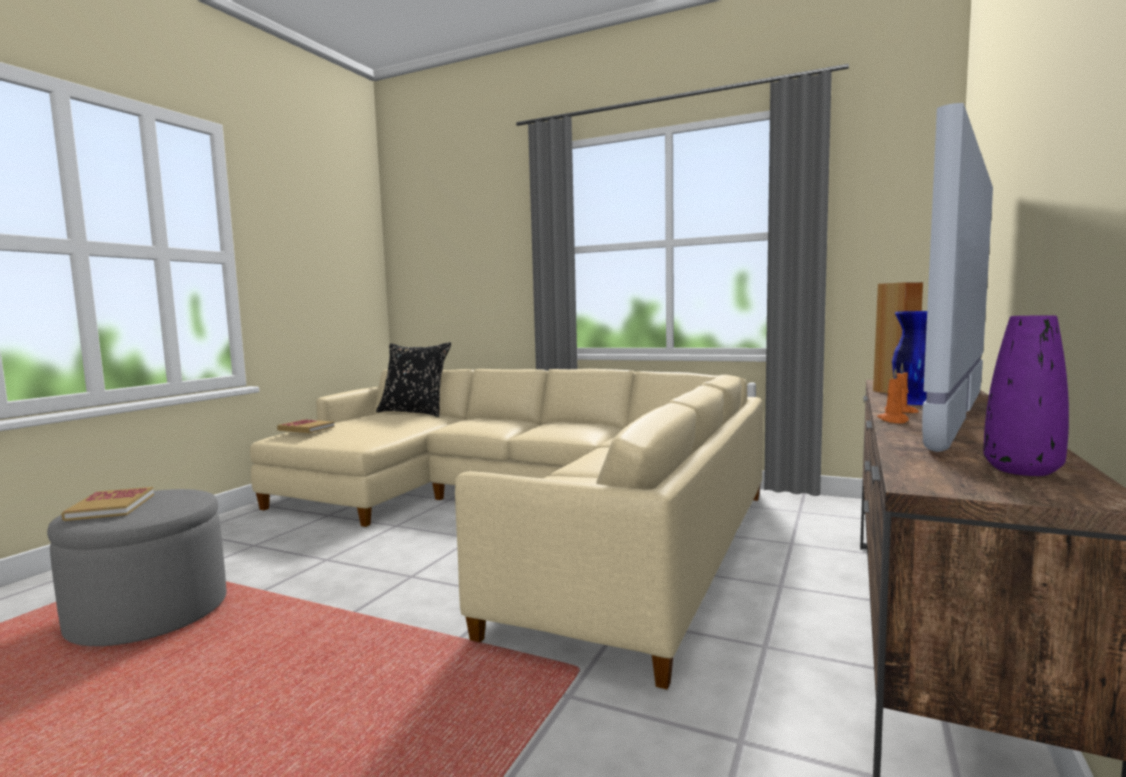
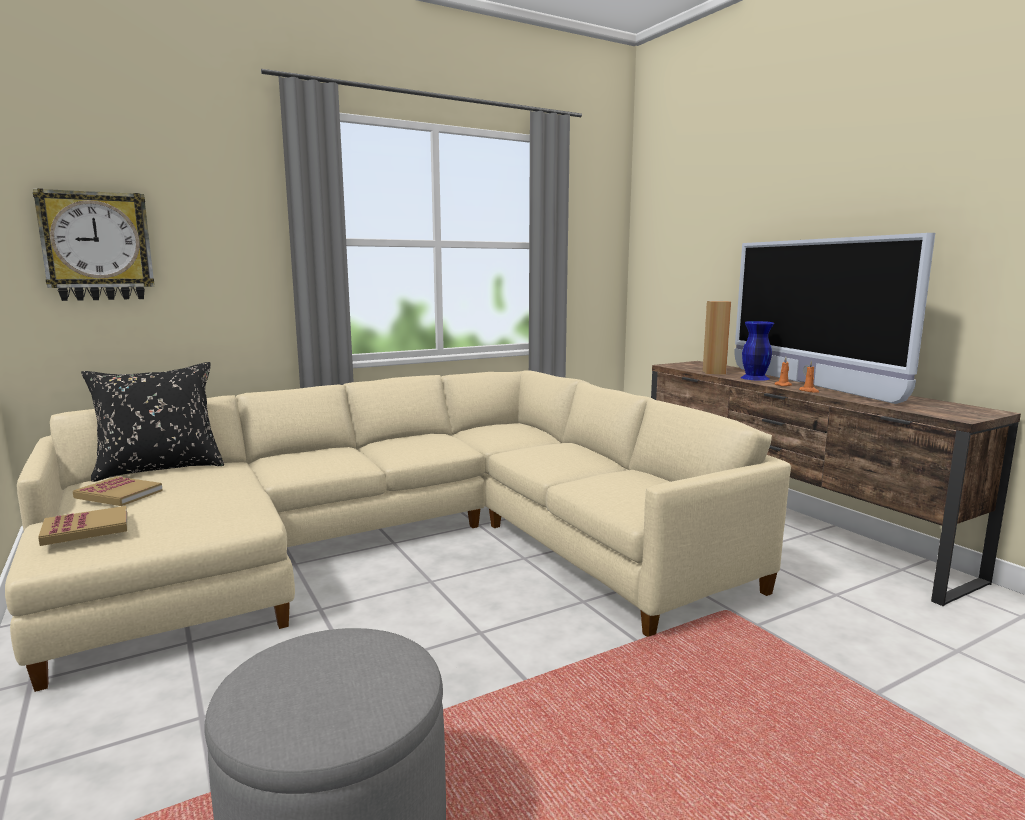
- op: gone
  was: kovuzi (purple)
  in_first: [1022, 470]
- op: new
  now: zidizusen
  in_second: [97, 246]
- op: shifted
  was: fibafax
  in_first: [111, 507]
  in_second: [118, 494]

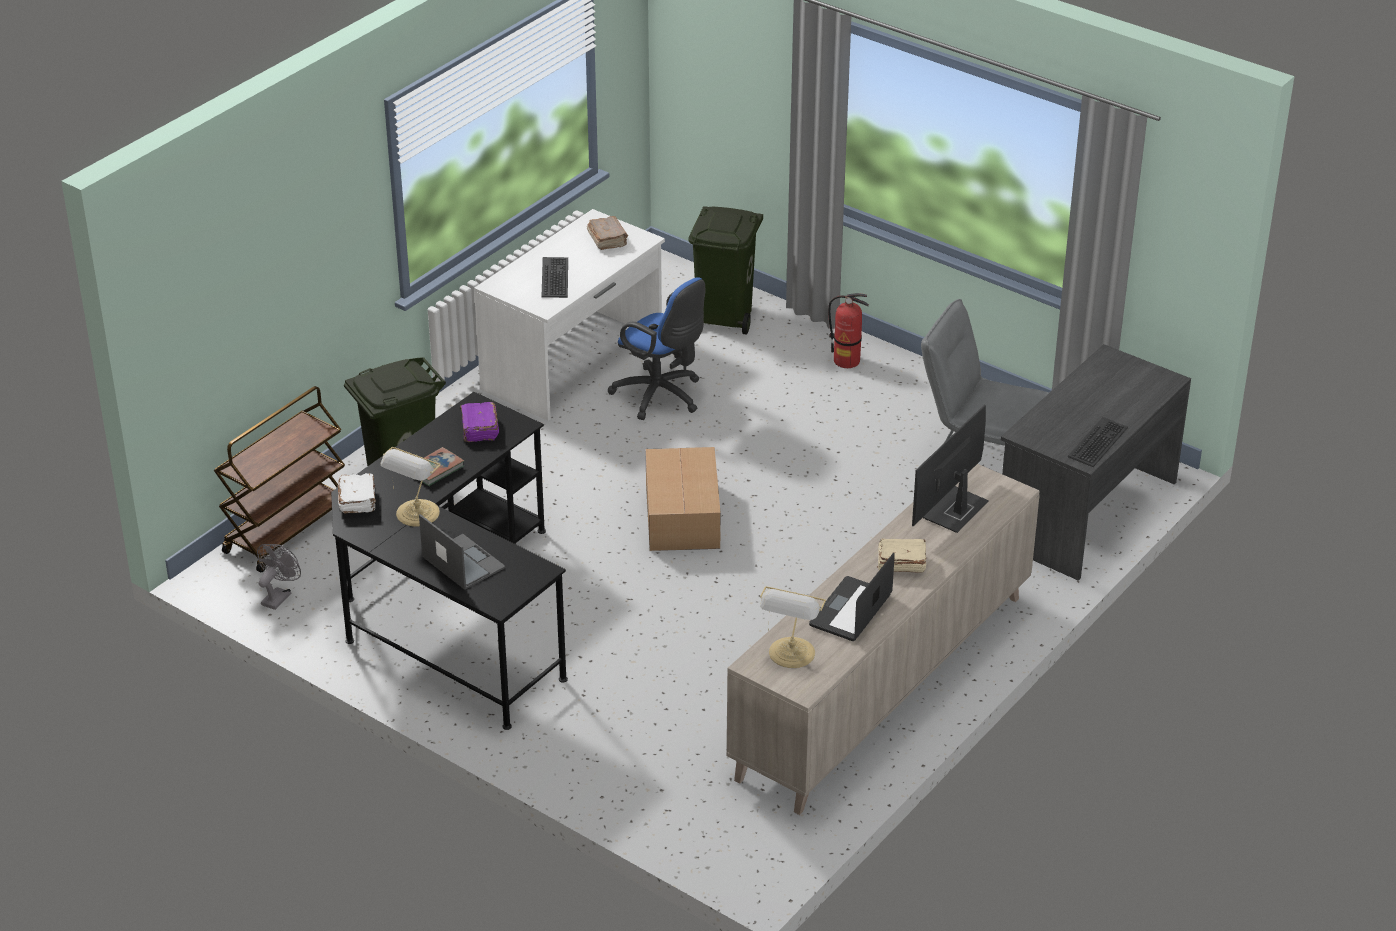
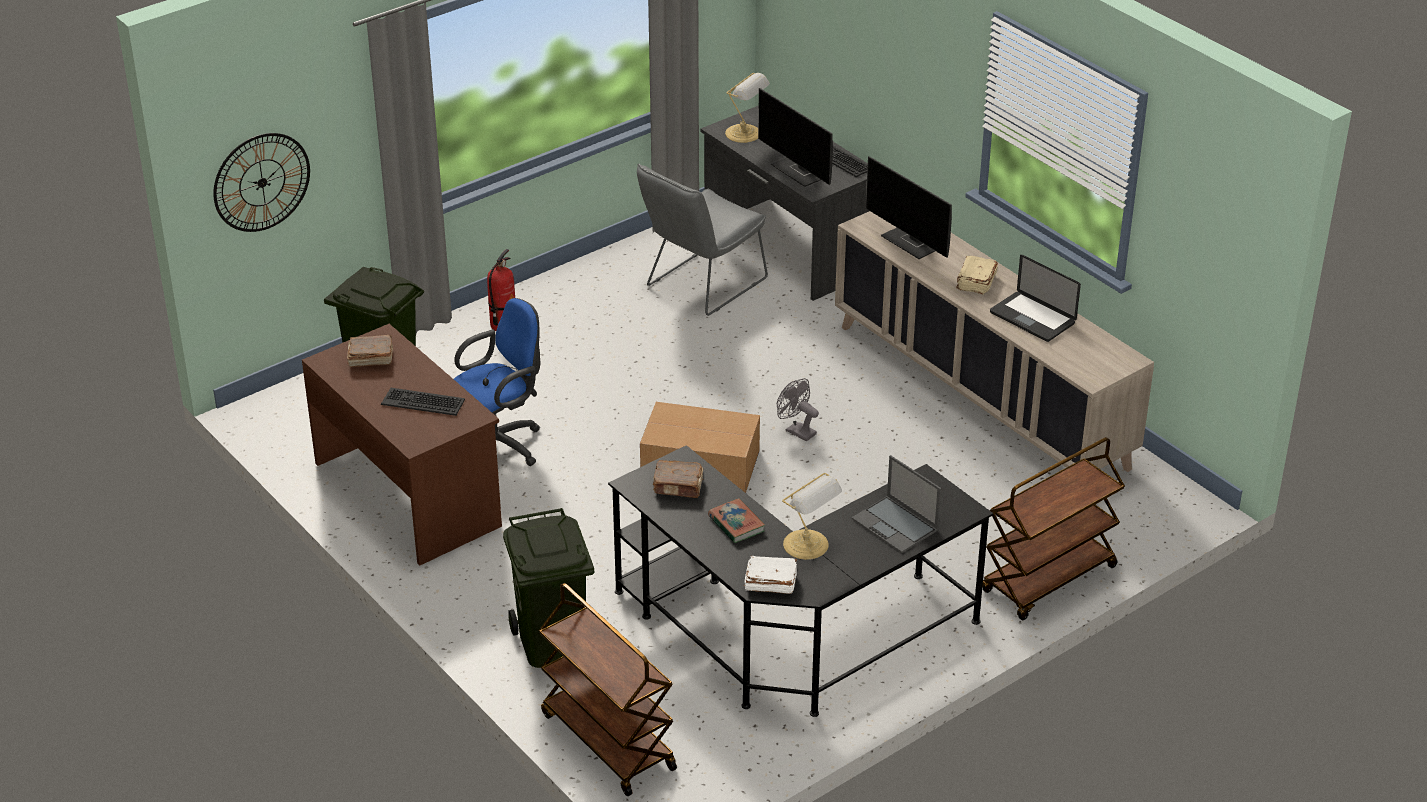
- op: new
  now: zidizusen
  in_second: [262, 182]
- op: new
  now: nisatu
  in_second: [801, 172]
- op: new
  now: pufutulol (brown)
  in_second: [1049, 580]
- op: shifted
  was: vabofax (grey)
  in_first: [279, 596]
  in_second: [796, 431]
- op: shifted
  was: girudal
  in_first: [791, 654]
  in_second: [745, 134]
- op: repainted
  was: fibafax (purple)
  now: fibafax (brown)
  in_first: [479, 429]
  in_second: [678, 487]
- op: repainted
  was: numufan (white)
  now: numufan (brown)
  in_first: [574, 363]
  in_second: [409, 493]
- op: rotated
  was: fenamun
  in_first: [462, 562]
  in_second: [896, 525]
  clockwise: -105

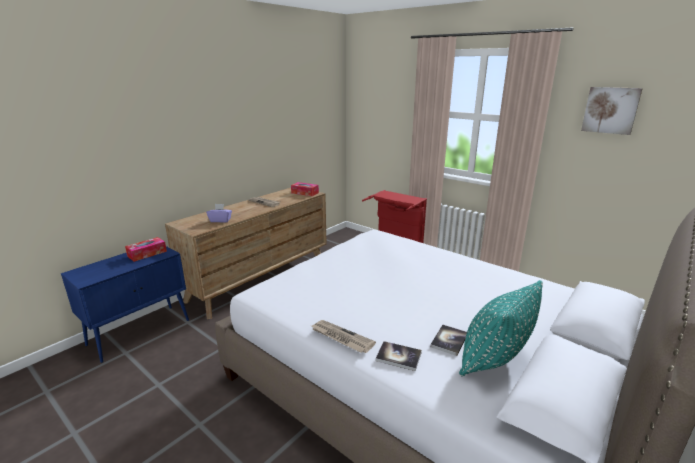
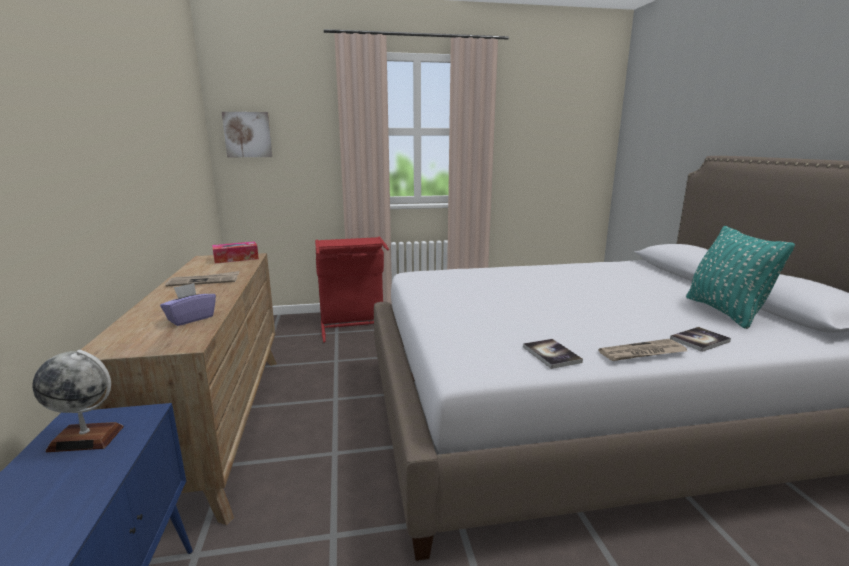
- op: shifted
  was: fibafax
  in_first: [449, 340]
  in_second: [551, 354]
- op: shifted
  was: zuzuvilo
  in_first: [610, 110]
  in_second: [248, 134]
- op: swapped
  was: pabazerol
  now: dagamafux
  in_first: [147, 253]
  in_second: [86, 438]

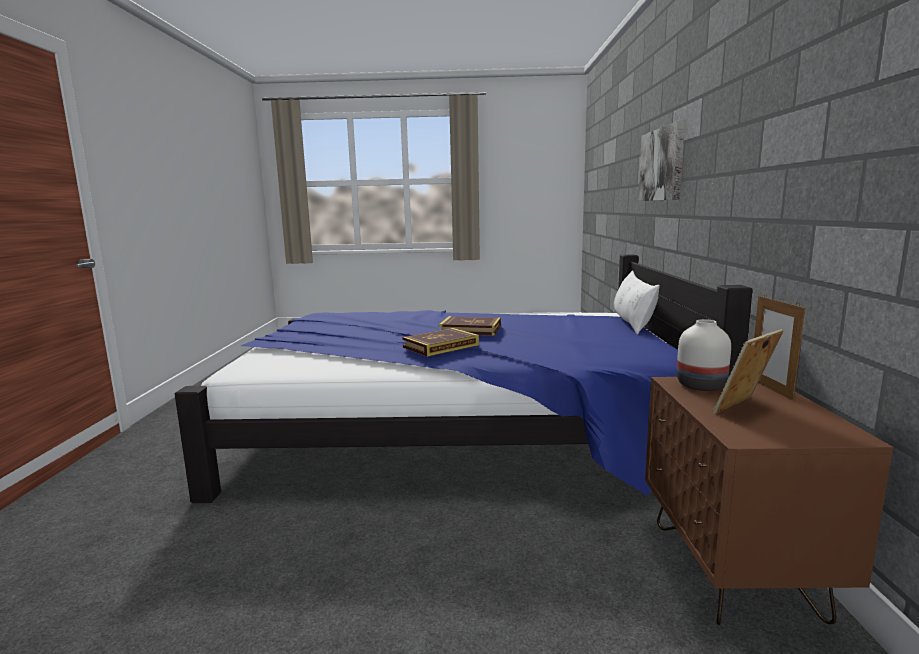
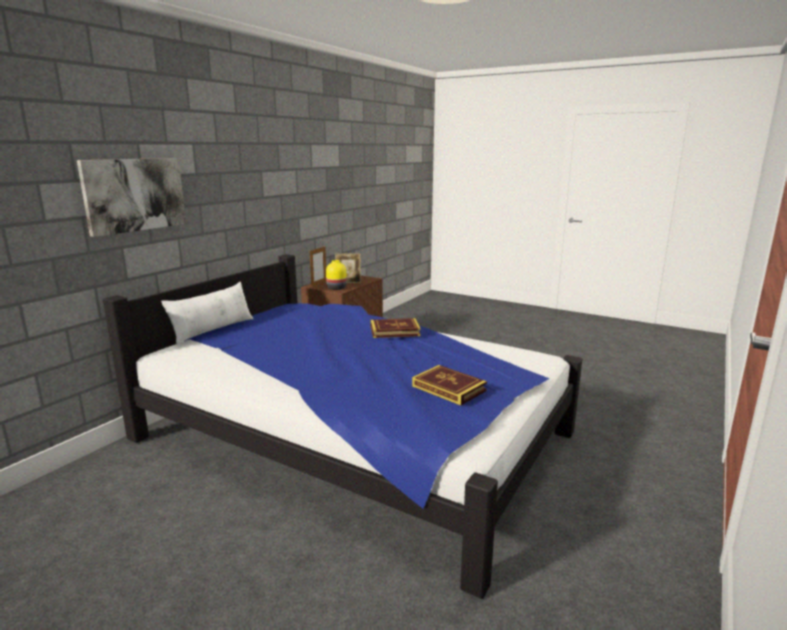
- op: shifted
  was: fibafax
  in_first: [470, 330]
  in_second: [448, 388]
- op: repainted
  was: kovuzi (white)
  now: kovuzi (yellow)
  in_first: [702, 385]
  in_second: [336, 288]

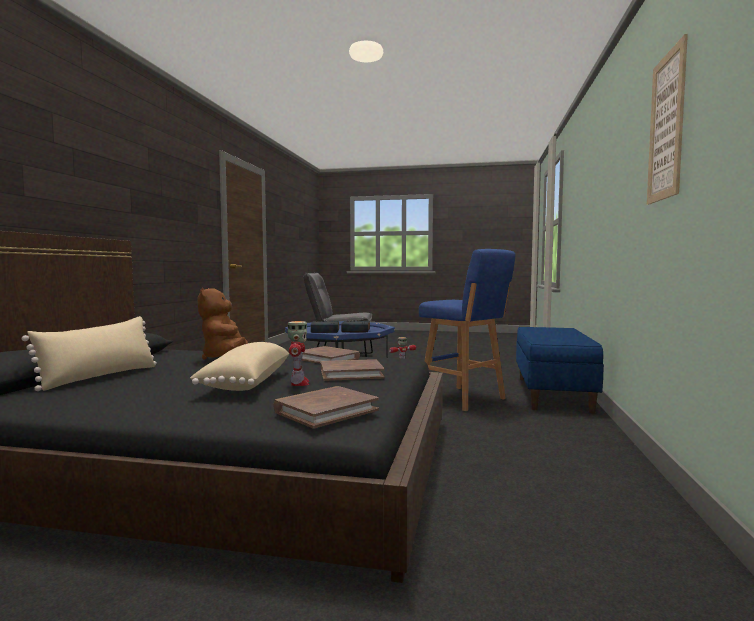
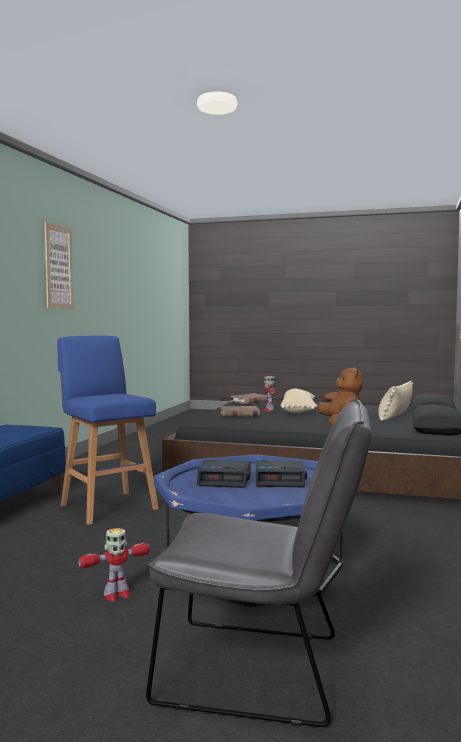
- op: gone
  was: fibafax (brown)
  in_first: [328, 359]

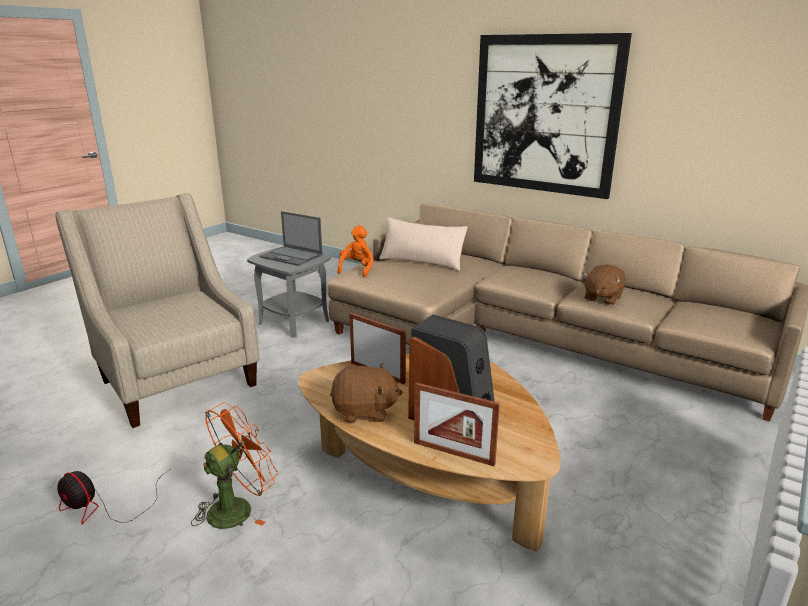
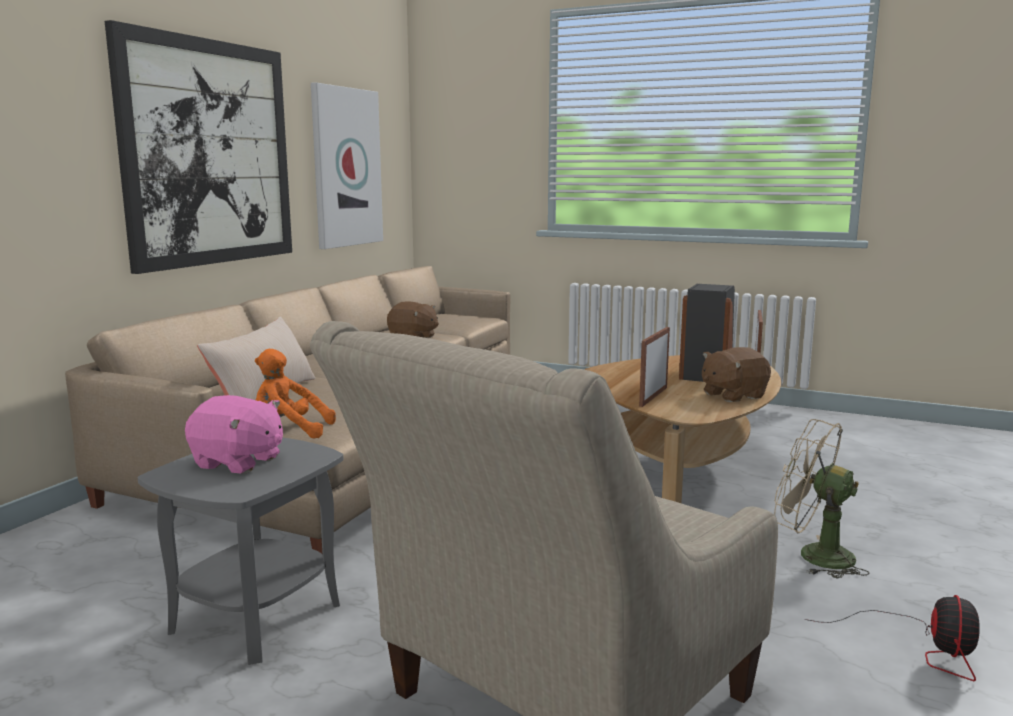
- op: new
  now: zuzuvilo
  in_second: [346, 167]
- op: swapped
  was: fenamun
  now: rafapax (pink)
  in_first: [292, 256]
  in_second: [238, 462]
- op: repainted
  was: vabofax (orange)
  now: vabofax (beige)
  in_first: [237, 507]
  in_second: [813, 555]
- op: rotated
  was: rafapax (brown)
  in_first: [364, 411]
  in_second: [732, 395]
  clockwise: -105

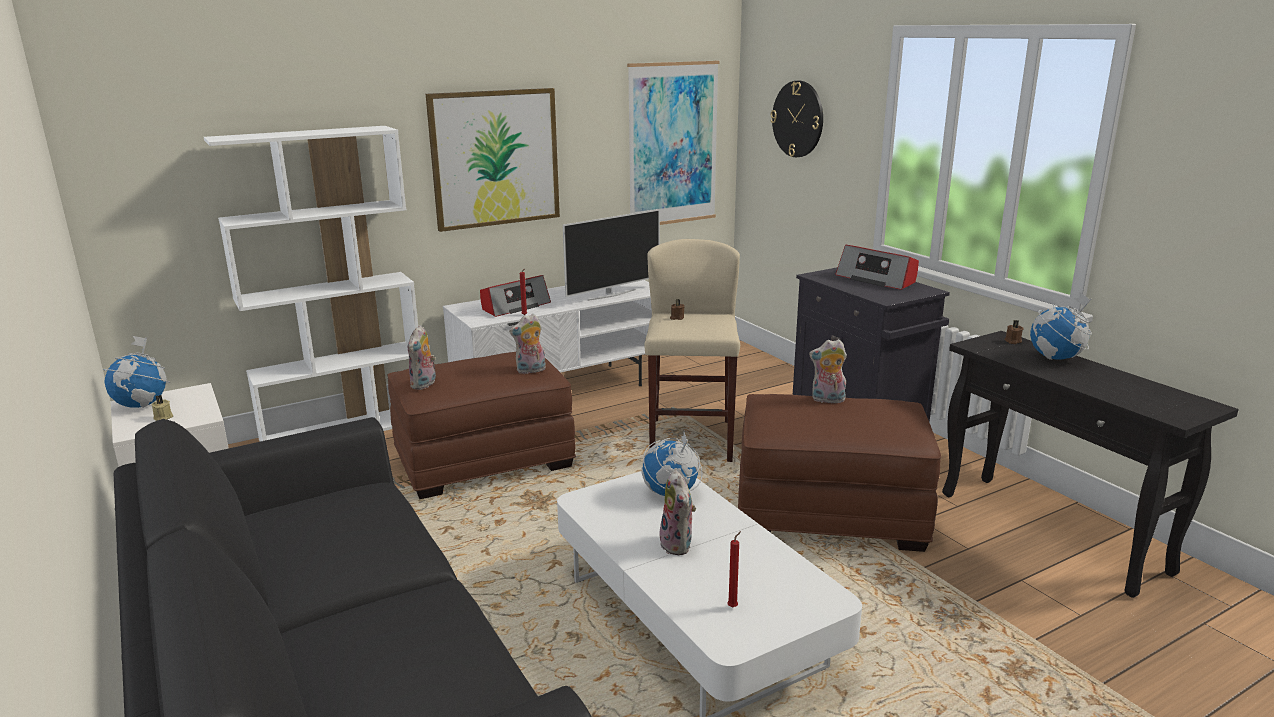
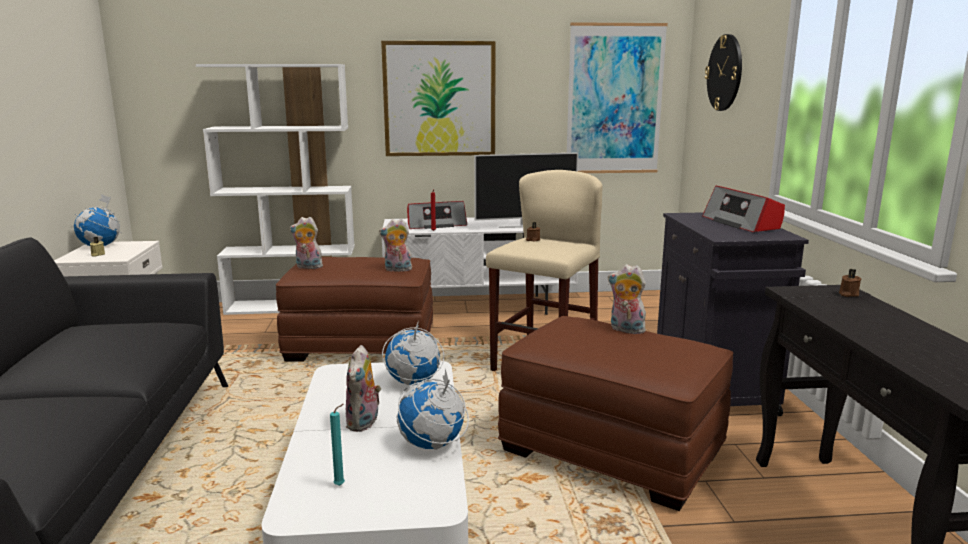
- op: shifted
  was: dagamafux
  in_first: [1056, 358]
  in_second: [432, 445]
- op: repainted
  was: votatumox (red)
  now: votatumox (turquoise)
  in_first: [733, 606]
  in_second: [341, 485]
- op: rotated
  was: rafapax
  in_first: [424, 385]
  in_second: [308, 267]
  clockwise: 60

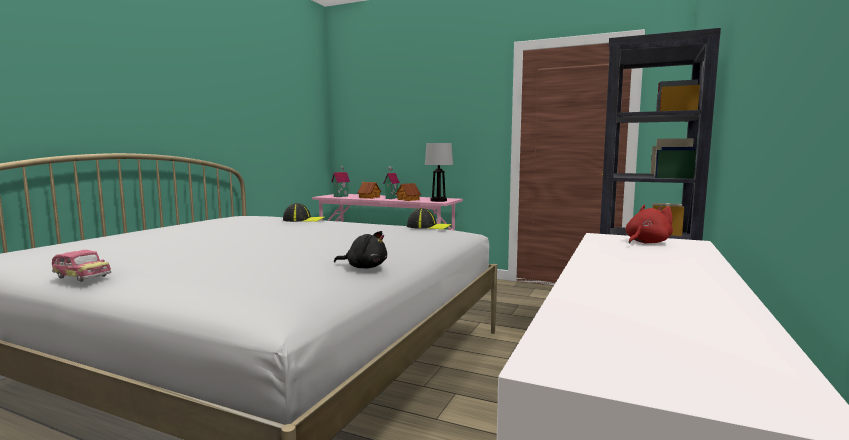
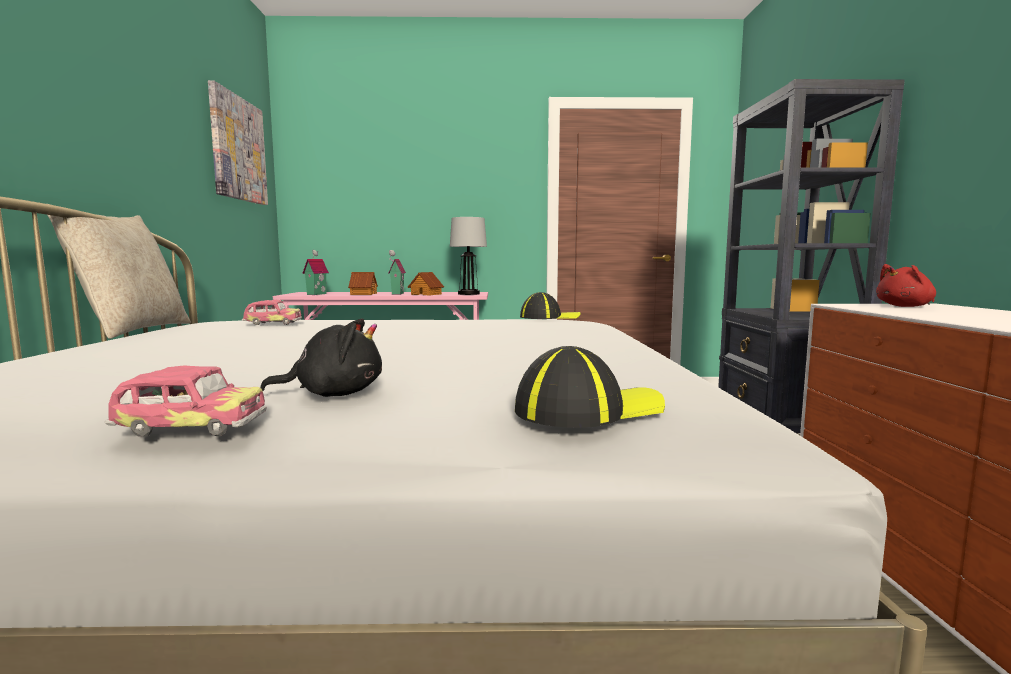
- op: new
  now: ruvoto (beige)
  in_second: [132, 331]
- op: new
  now: zuzuvilo
  in_second: [237, 149]
- op: new
  now: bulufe
  in_second: [273, 324]
- op: shifted
  was: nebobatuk
  in_first: [303, 220]
  in_second: [588, 410]
- op: shifted
  was: rafapax (black)
  in_first: [364, 267]
  in_second: [333, 394]
- op: rotated
  was: rafapax (red)
  in_first: [646, 242]
  in_second: [906, 306]
  clockwise: -135

